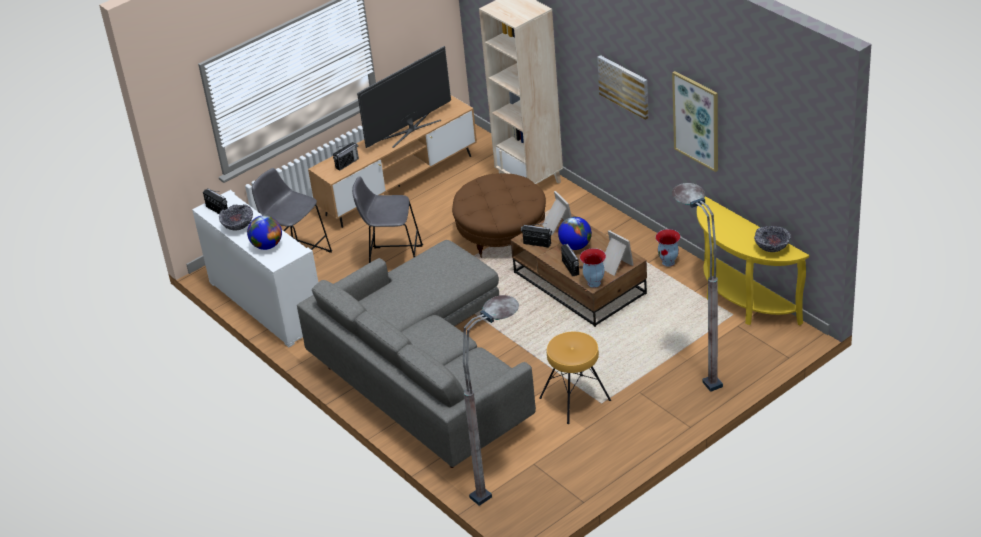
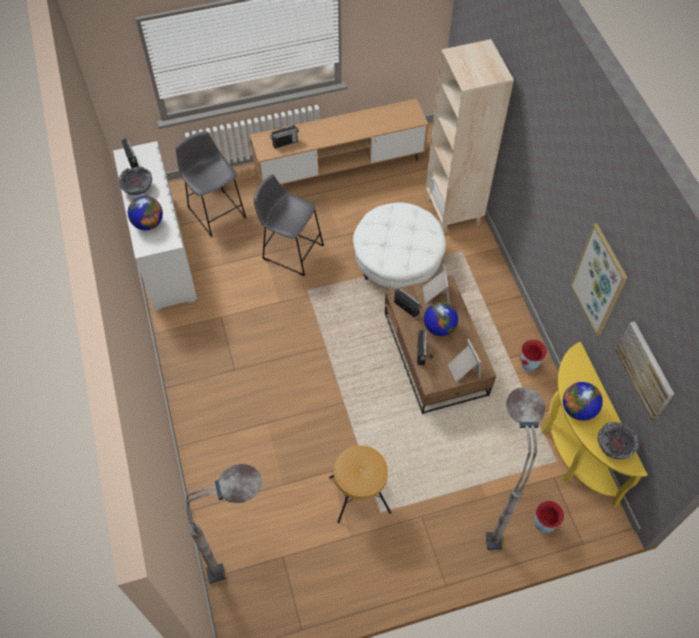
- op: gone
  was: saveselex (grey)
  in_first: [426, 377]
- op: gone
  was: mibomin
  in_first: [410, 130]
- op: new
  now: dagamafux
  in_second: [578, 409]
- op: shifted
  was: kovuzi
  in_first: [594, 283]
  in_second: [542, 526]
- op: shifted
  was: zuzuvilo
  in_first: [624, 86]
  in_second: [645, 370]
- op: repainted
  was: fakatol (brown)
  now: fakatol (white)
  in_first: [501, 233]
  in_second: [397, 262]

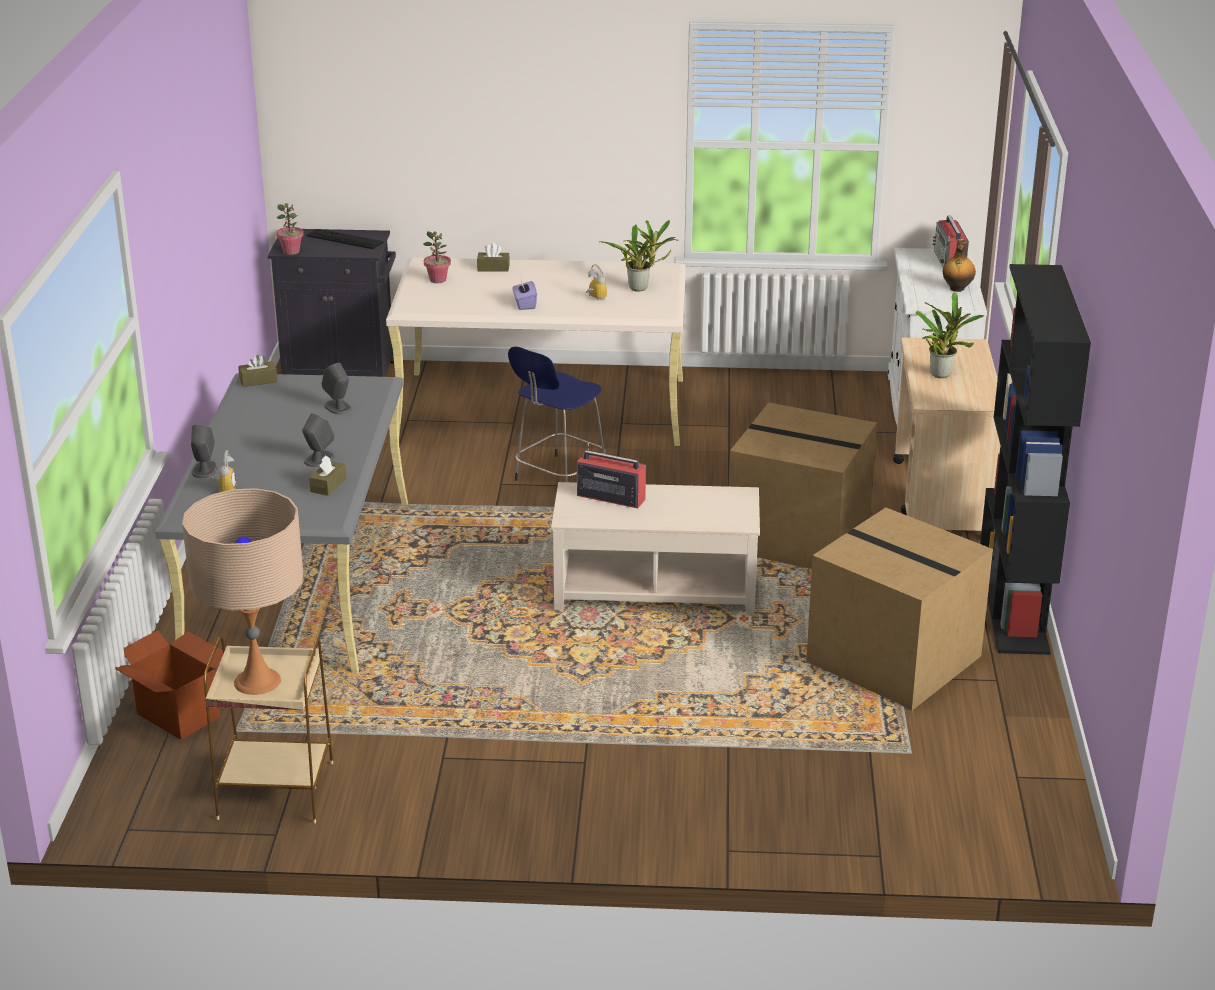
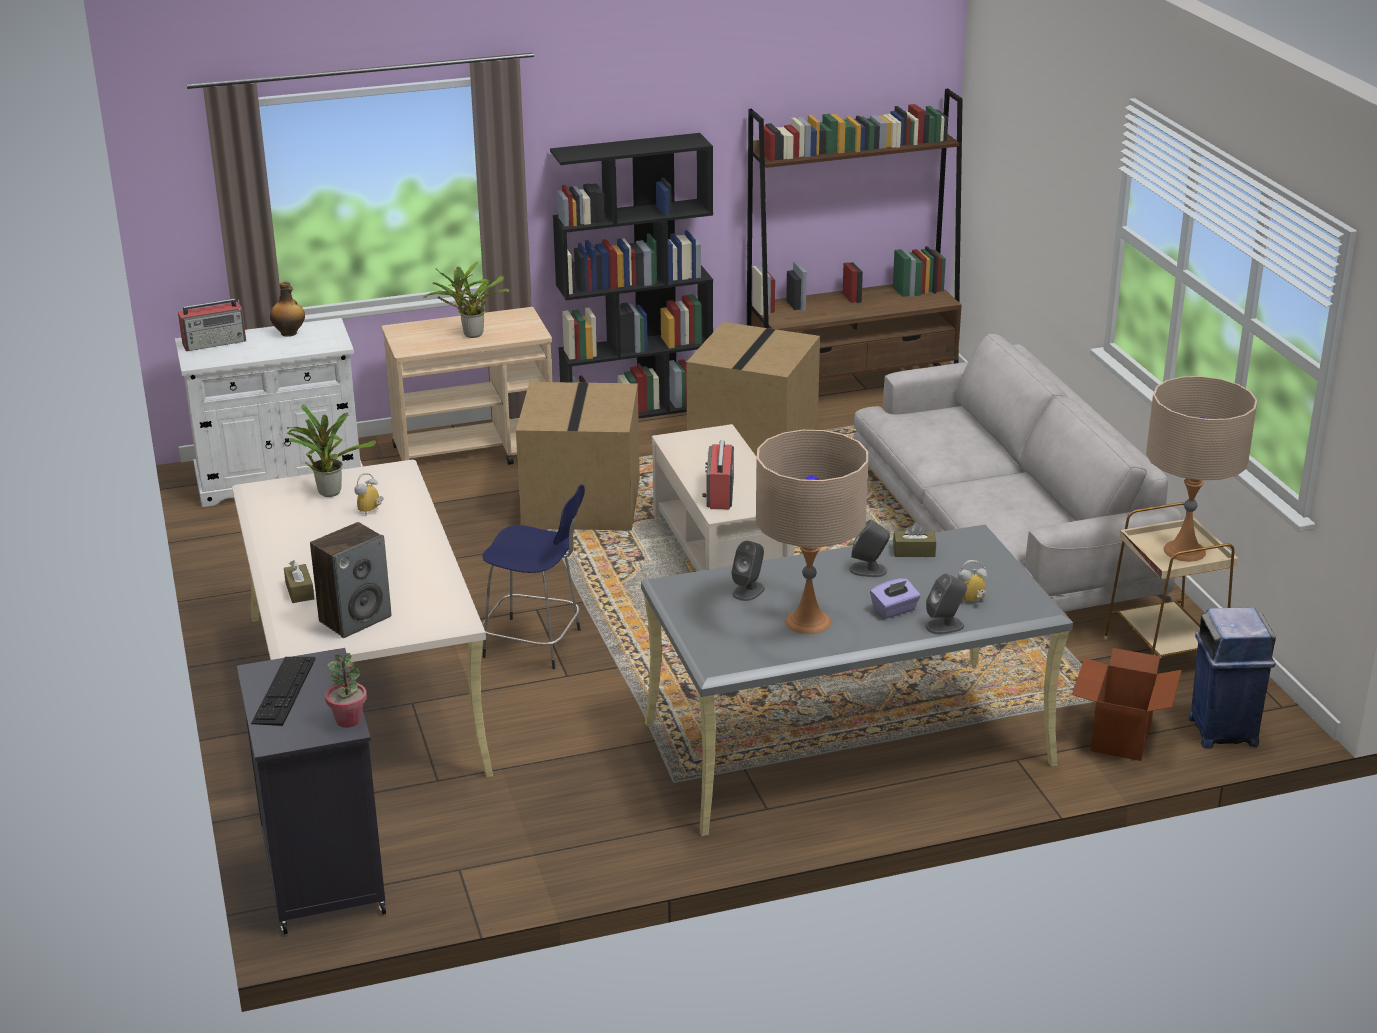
- op: gone
  was: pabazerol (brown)
  in_first: [258, 380]
- op: new
  now: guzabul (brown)
  in_second: [852, 386]
- op: new
  now: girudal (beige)
  in_second: [808, 621]
- op: new
  now: saveselex (grey)
  in_second: [1002, 540]
- op: new
  now: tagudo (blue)
  in_second: [1222, 730]
- op: shifted
  was: pabazerol (purple)
  in_first: [524, 304]
  in_second: [894, 610]
- op: swapped
  was: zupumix
  now: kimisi
  in_first: [438, 280]
  in_second: [355, 619]

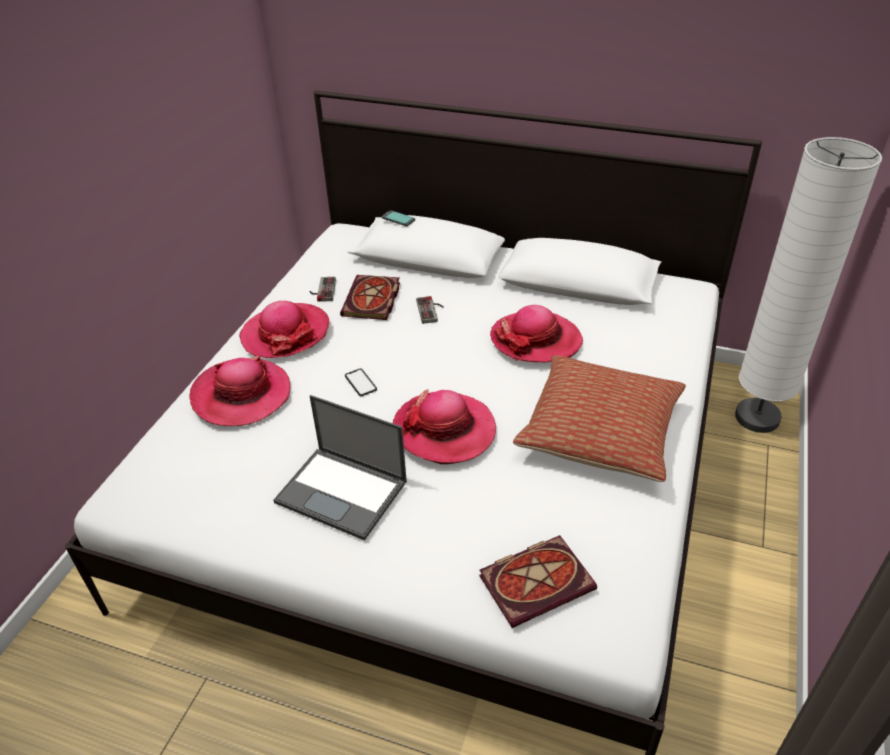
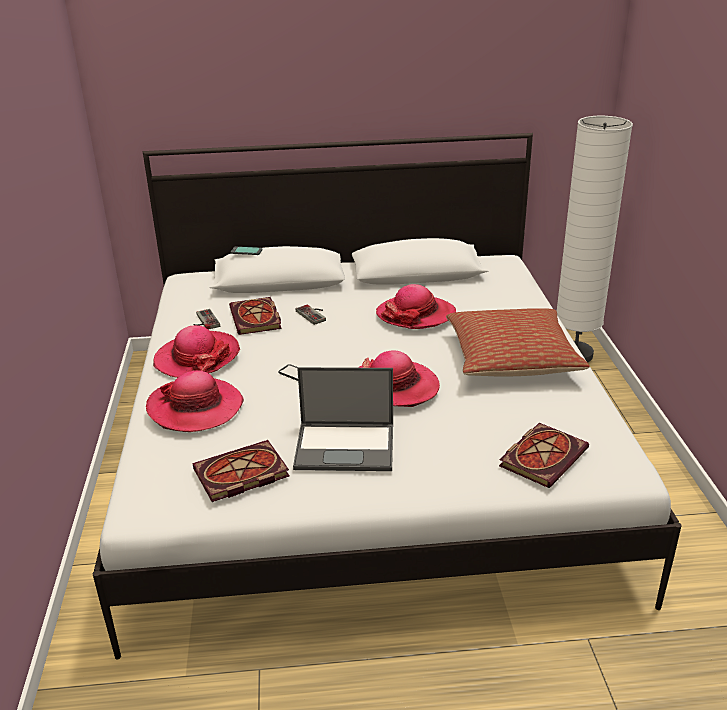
- op: new
  now: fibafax
  in_second: [239, 475]

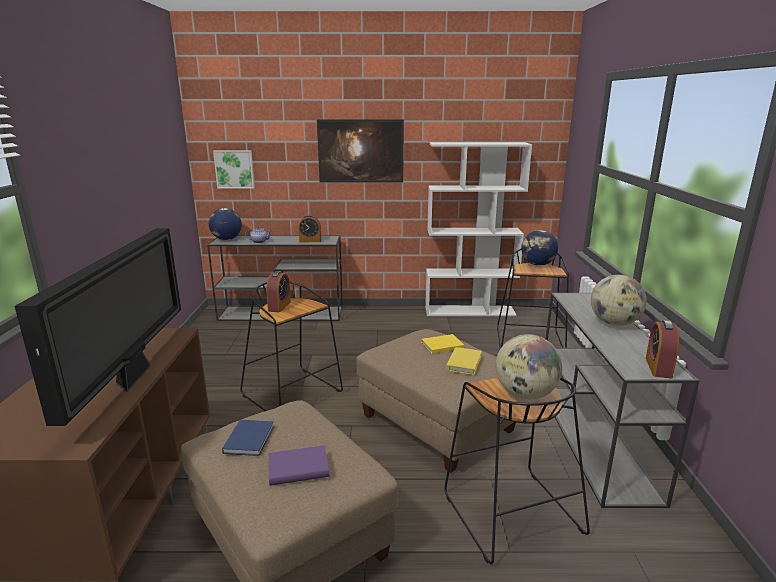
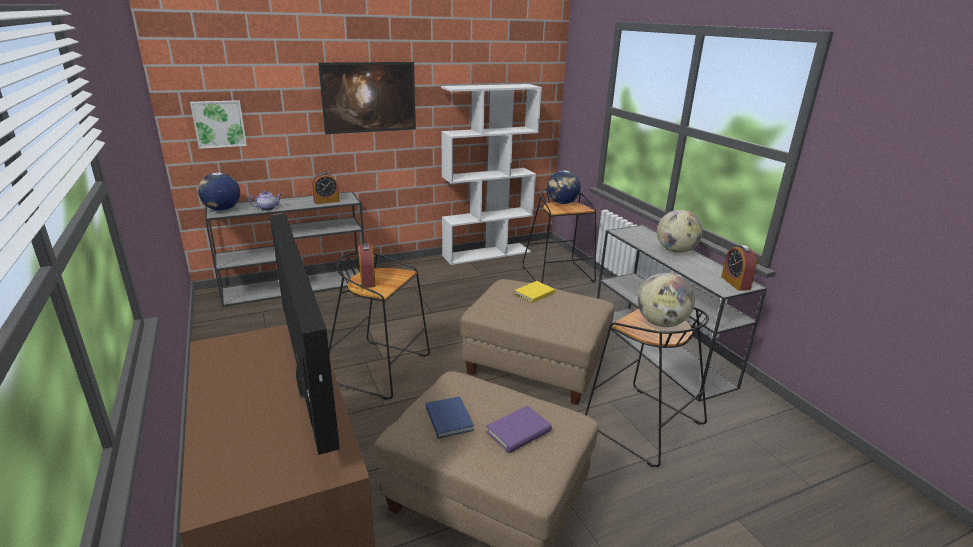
- op: gone
  was: fibafax (yellow)
  in_first: [463, 363]

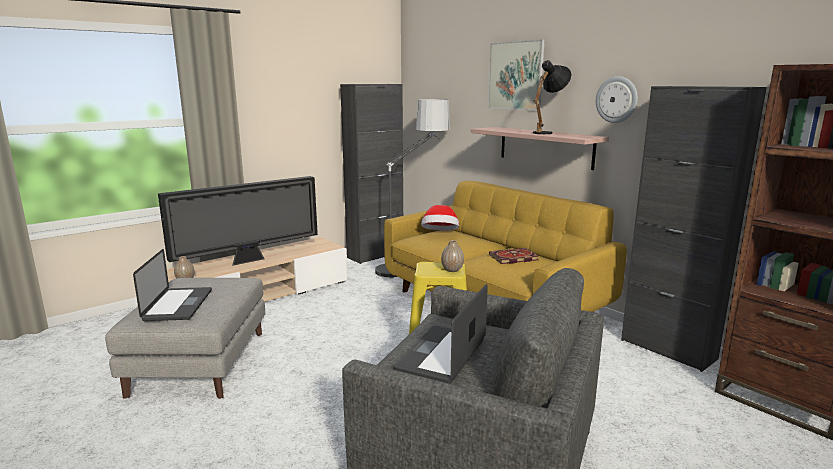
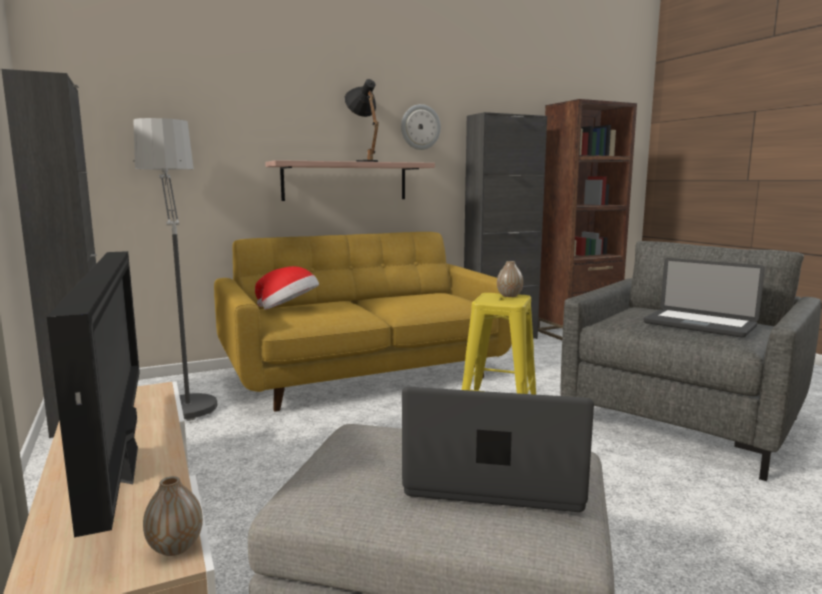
- op: gone
  was: zuzuvilo
  in_first: [515, 75]
- op: gone
  was: fibafax
  in_first: [513, 258]

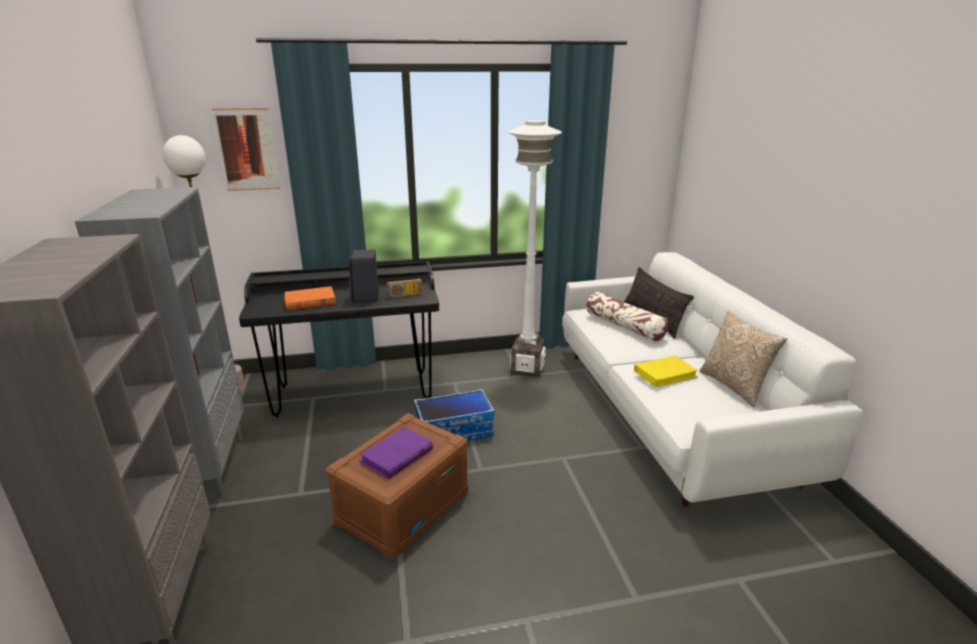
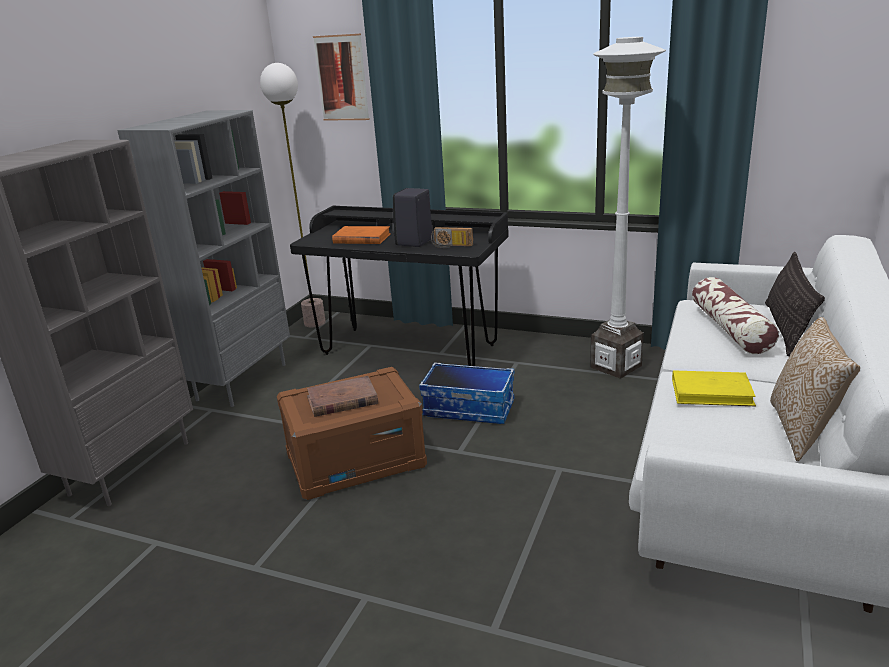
- op: repainted
  was: fibafax (purple)
  now: fibafax (brown)
  in_first: [397, 456]
  in_second: [342, 400]

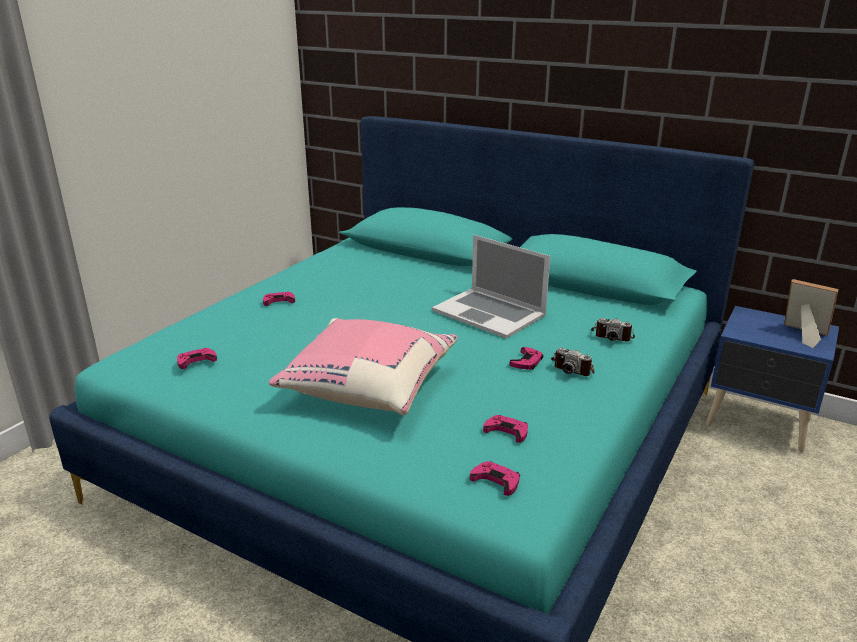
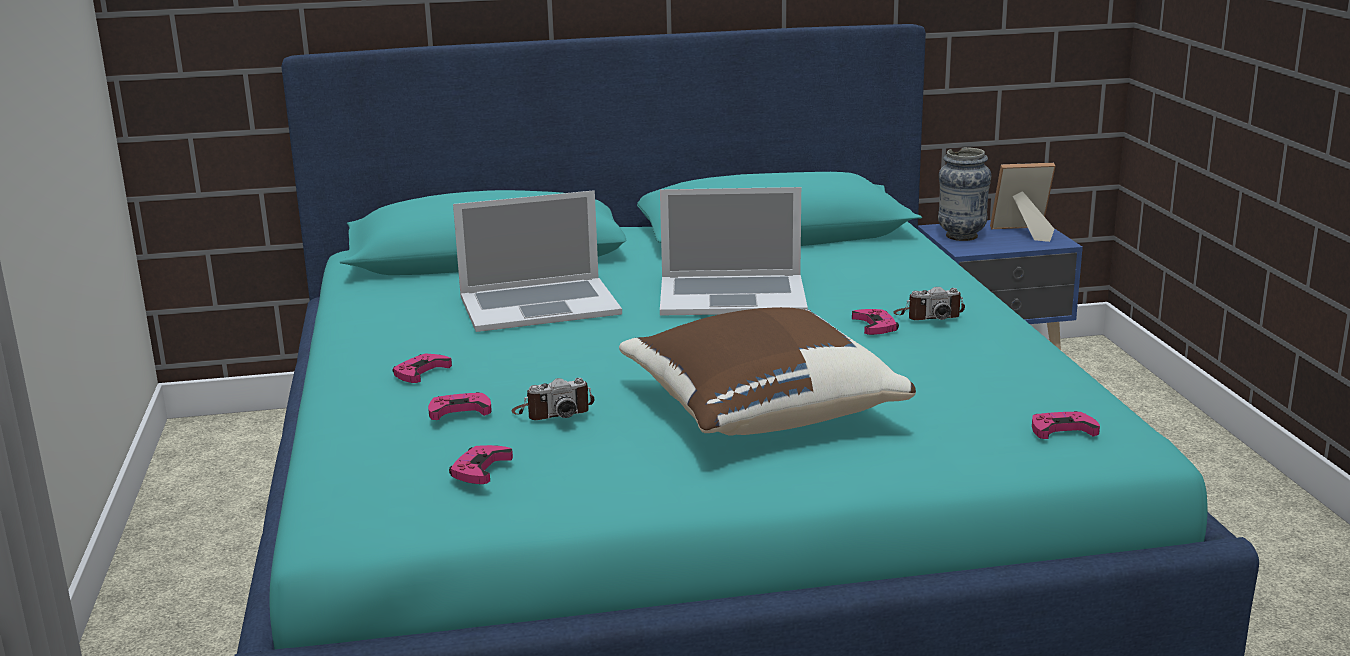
- op: new
  now: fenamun
  in_second: [539, 305]
- op: new
  now: kovuzi
  in_second: [961, 236]
- op: shifted
  was: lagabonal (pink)
  in_first: [506, 431]
  in_second: [460, 411]
- op: shifted
  was: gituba
  in_first: [612, 335]
  in_second: [553, 412]
- op: repainted
  was: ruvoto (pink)
  now: ruvoto (brown)
  in_first: [367, 387]
  in_second: [759, 412]

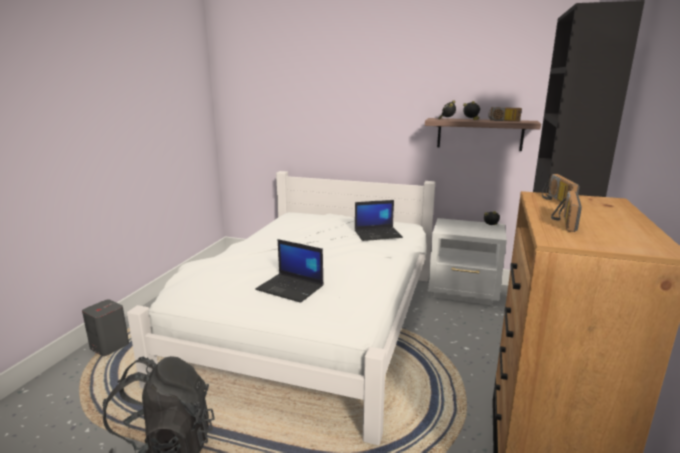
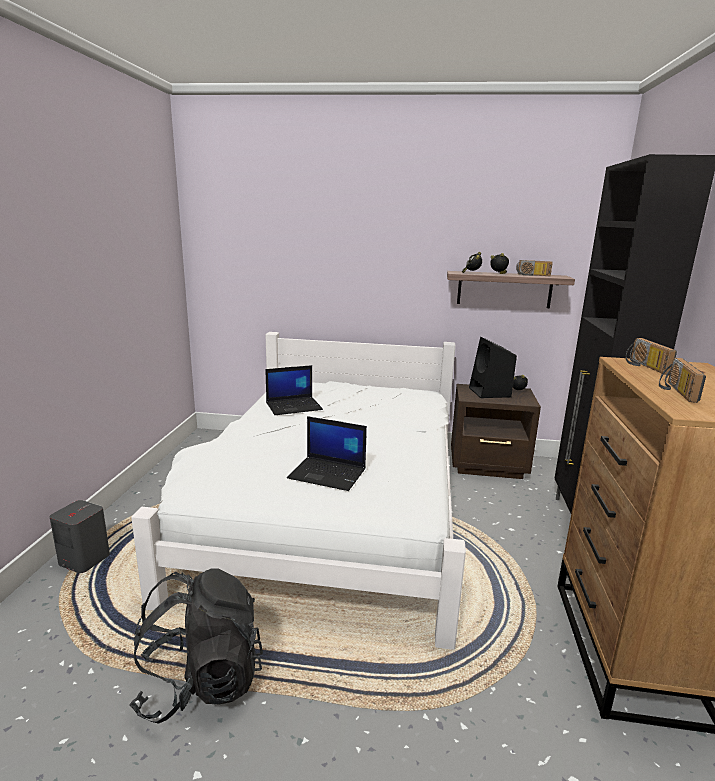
- op: new
  now: kimisi (black)
  in_second: [490, 392]
- op: shifted
  was: fenamun
  in_first: [378, 234]
  in_second: [294, 406]
- op: repainted
  was: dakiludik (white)
  now: dakiludik (brown)
  in_first: [464, 292]
  in_second: [489, 466]

